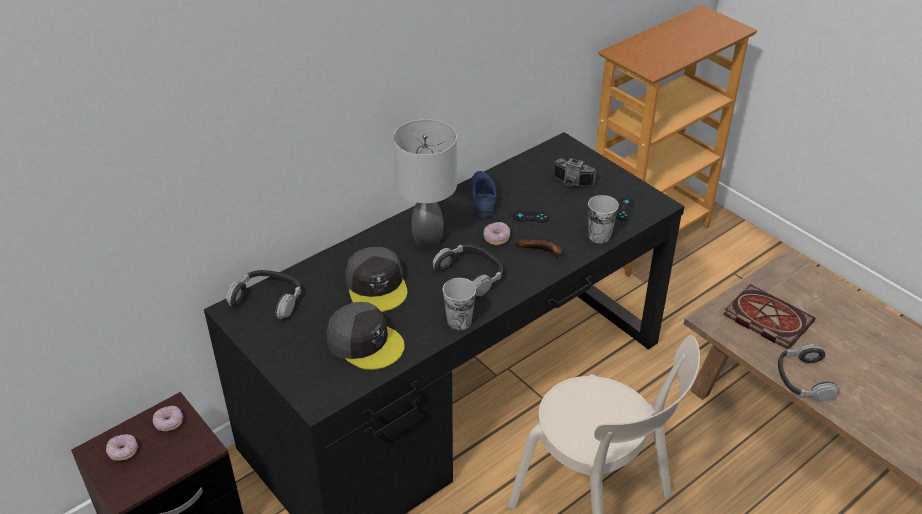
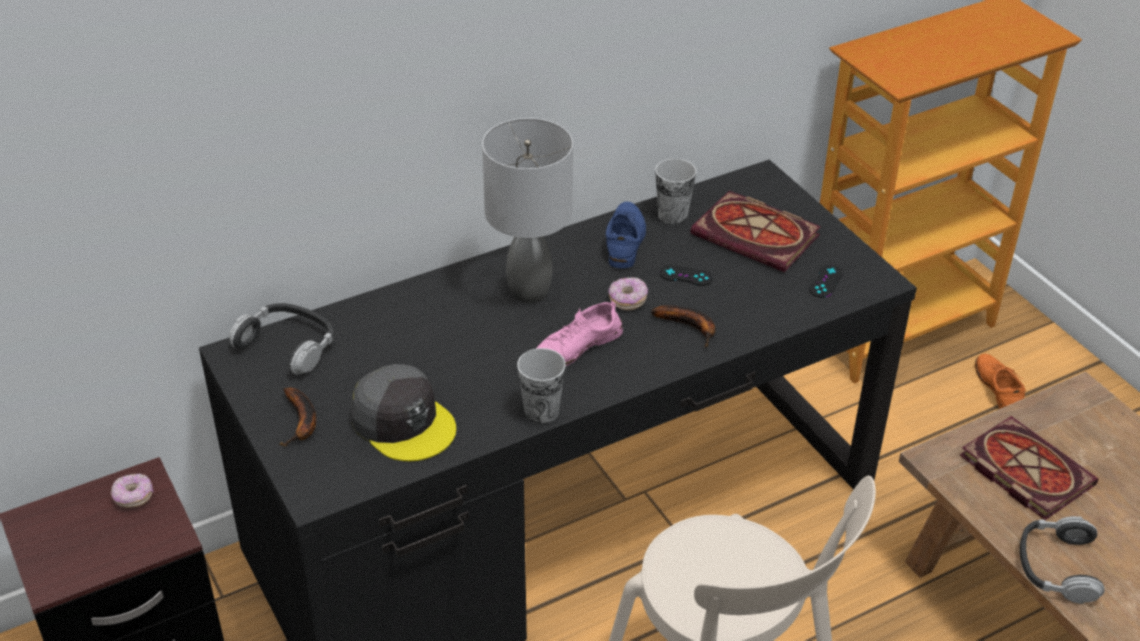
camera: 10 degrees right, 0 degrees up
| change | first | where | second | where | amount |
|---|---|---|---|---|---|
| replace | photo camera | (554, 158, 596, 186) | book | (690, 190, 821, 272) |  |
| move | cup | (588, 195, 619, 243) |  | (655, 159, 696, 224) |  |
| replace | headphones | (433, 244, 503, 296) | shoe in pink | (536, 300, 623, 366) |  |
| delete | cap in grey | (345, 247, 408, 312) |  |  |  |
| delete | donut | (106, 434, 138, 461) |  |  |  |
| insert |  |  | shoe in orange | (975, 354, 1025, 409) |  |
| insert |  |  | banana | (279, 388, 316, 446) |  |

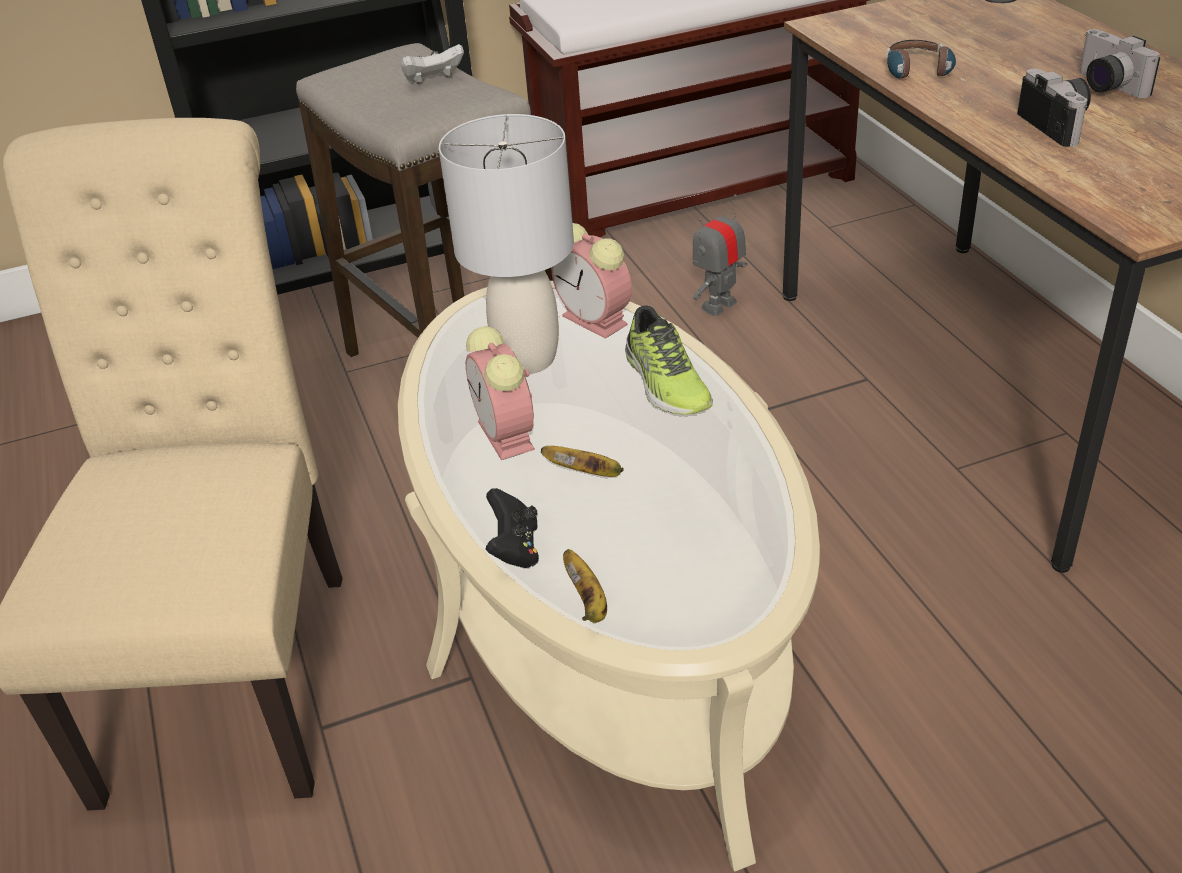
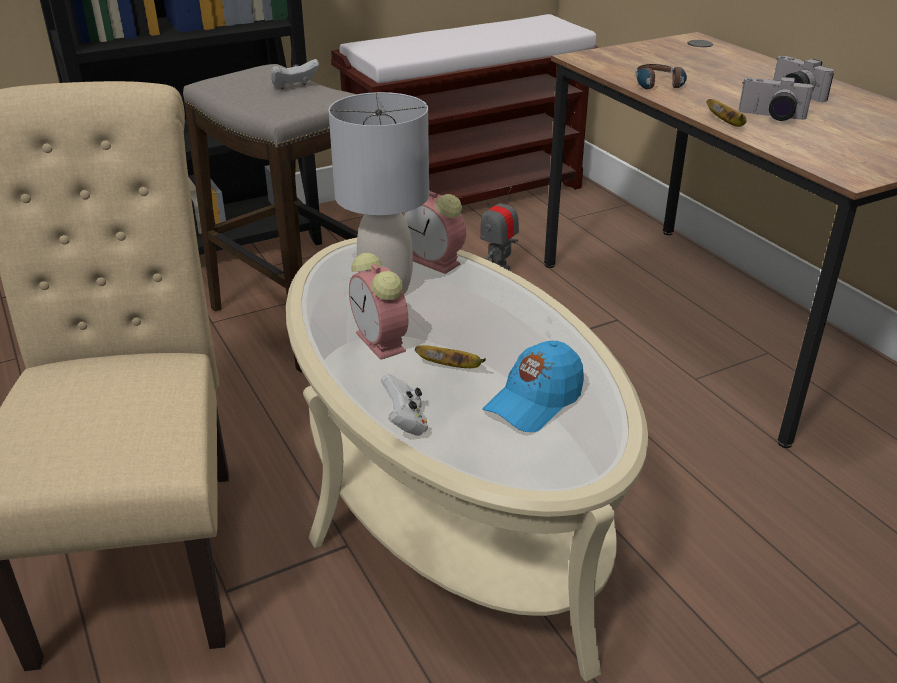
camera: 10 degrees left, 5 degrees down
| change | first | where | second | where | amount |
|---|---|---|---|---|---|
| rotate | photo camera | (1017, 69, 1091, 147) |  | (739, 76, 814, 121) | 135 degrees clockwise |
| delete | shoe | (625, 306, 713, 415) |  |  |  |
| recolor | game controller in black | (486, 488, 539, 568) | game controller in white | (381, 374, 428, 436) |  |
| move | banana | (563, 549, 607, 623) |  | (706, 99, 746, 127) |  |
| insert |  |  | cap in blue | (483, 341, 584, 432) |  |

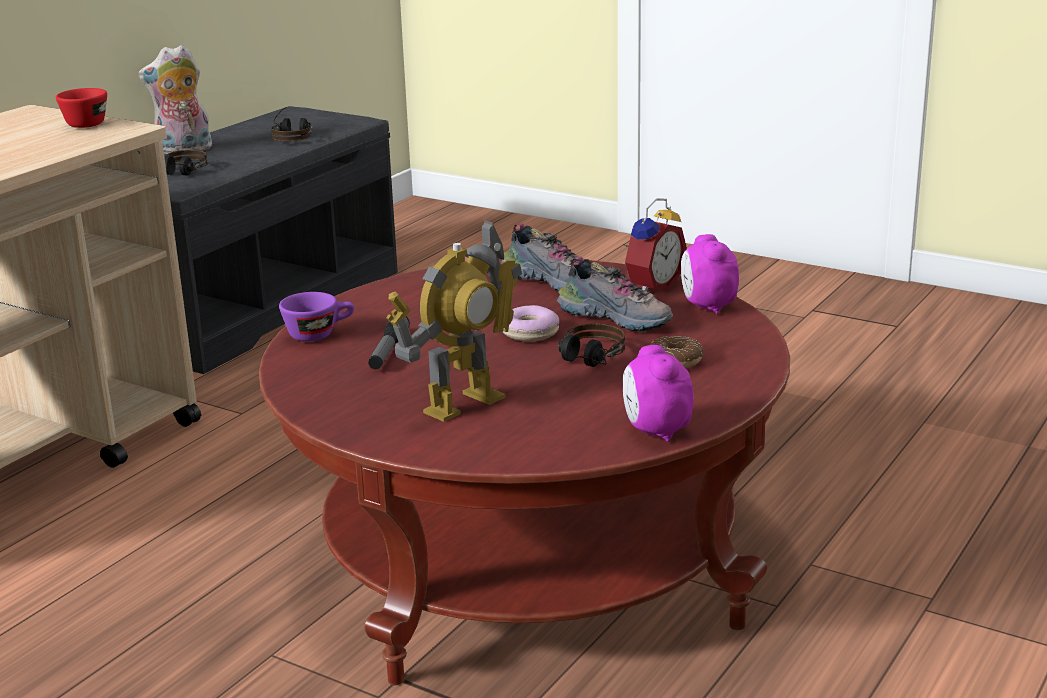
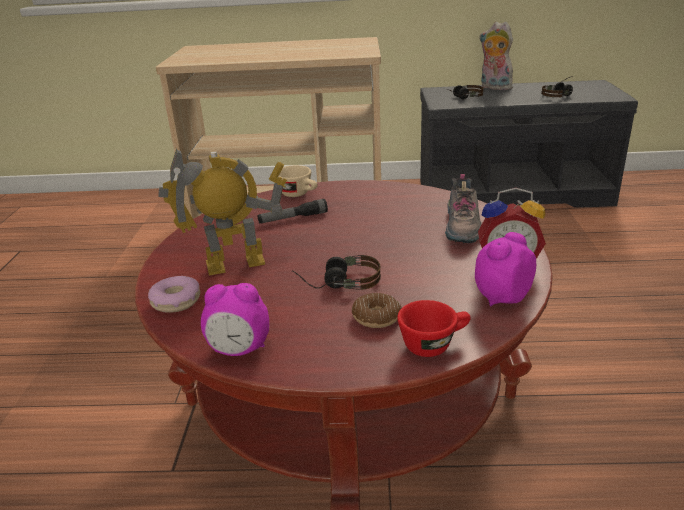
camera: 60 degrees right, 5 degrees up
| change | first | where | second | where | amount |
|---|---|---|---|---|---|
| move | cup in red | (56, 88, 107, 128) |  | (397, 300, 471, 357) |  |
| rotate | toy robot | (386, 220, 522, 422) |  | (159, 148, 287, 276) | 150 degrees clockwise |
| delete | shoe | (557, 257, 673, 332) |  |  |  |
| recolor | cup in purple | (279, 292, 354, 342) | cup in beige | (278, 165, 318, 197) |  |
| move | donut | (503, 305, 559, 342) |  | (148, 276, 200, 313) |  |
| rotate | alarm clock | (623, 345, 694, 442) |  | (201, 283, 269, 356) | 135 degrees counterclockwise |

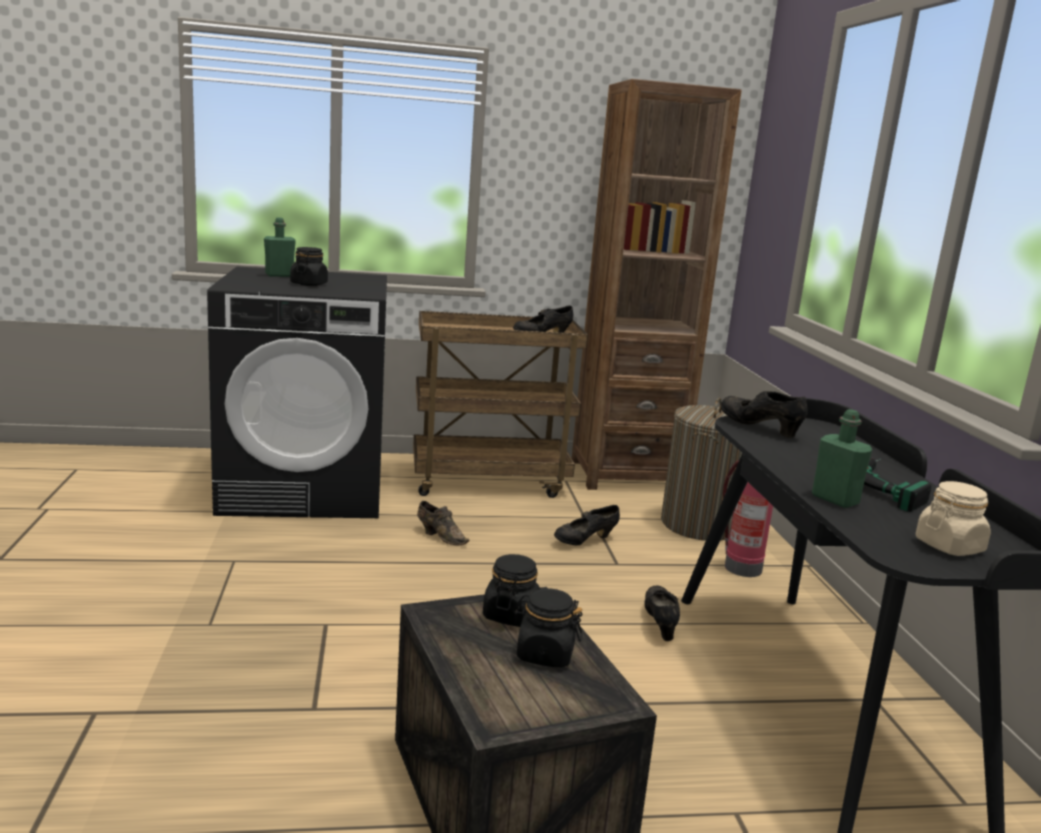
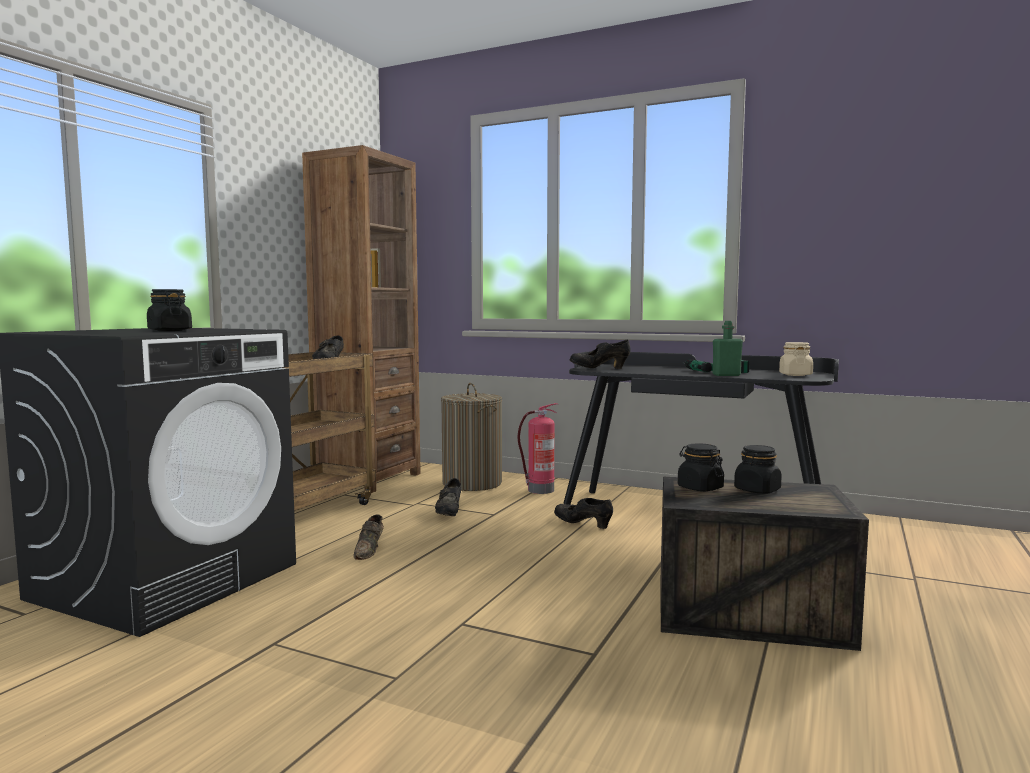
camera: 55 degrees left, 10 degrees down
| change | first | where | second | where | amount |
|---|---|---|---|---|---|
| delete | bottle in green | (264, 218, 296, 277) |  |  |  |
| rotate | shoe in brown | (417, 501, 469, 545) |  | (353, 515, 384, 560) | 120 degrees clockwise |

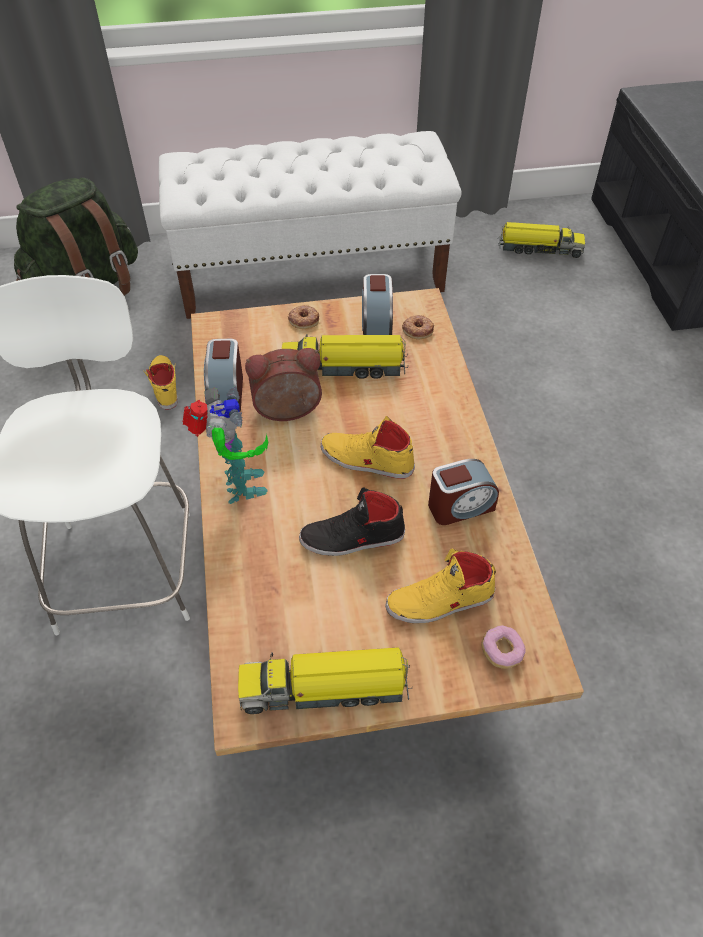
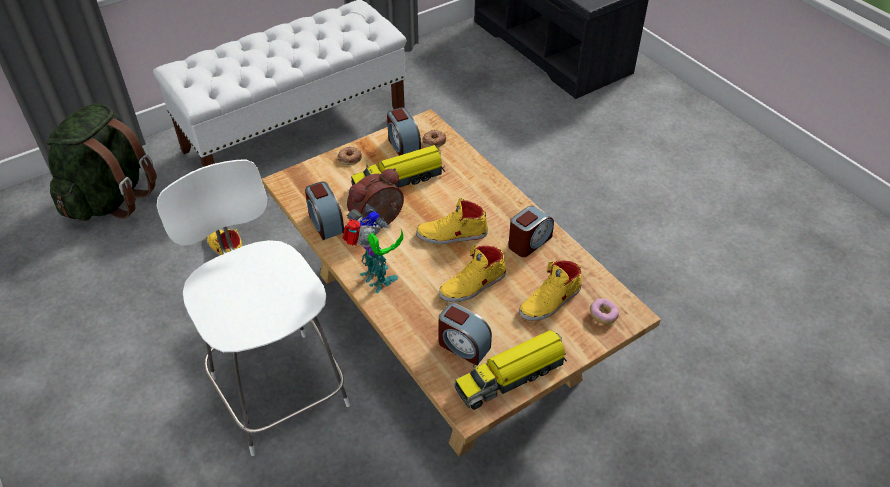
camera: 25 degrees left, 5 degrees down
| change | first | where | second | where | amount |
|---|---|---|---|---|---|
| delete | toy truck | (498, 222, 585, 258) |  |  |  |
| recolor | shoe in black | (299, 487, 405, 556) | shoe in yellow | (439, 246, 506, 302) |  |
| insert |  |  | alarm clock | (439, 303, 492, 366) |  |

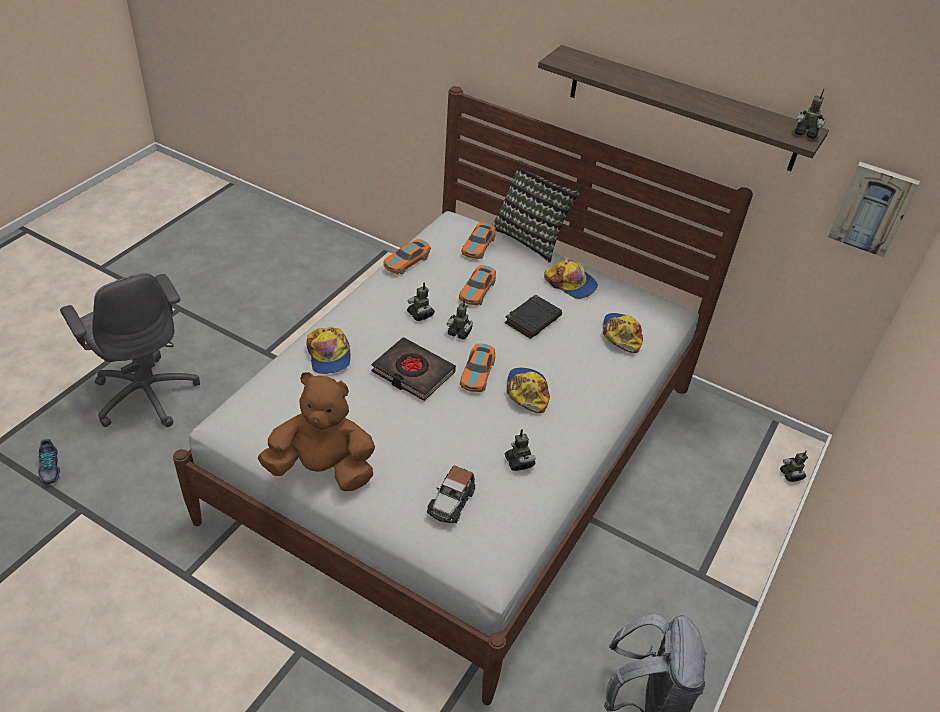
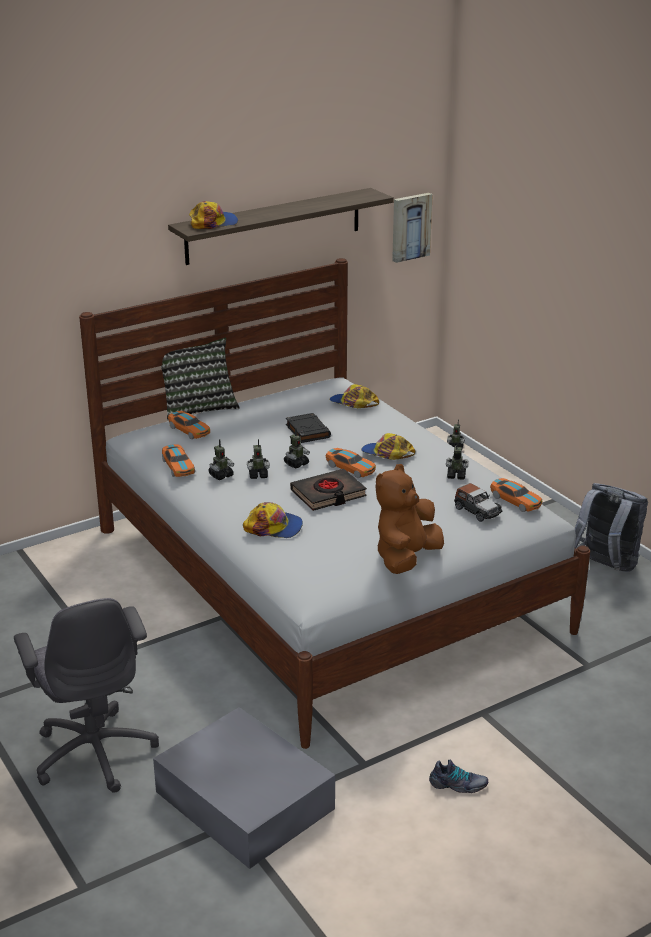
camera: 60 degrees left, 15 degrees down
| change | first | where | second | where | amount |
|---|---|---|---|---|---|
| move | toy robot | (795, 89, 826, 139) |  | (208, 439, 234, 480) |  |
| move | cap | (544, 259, 598, 299) |  | (189, 201, 238, 229) |  |
| move | toy car | (459, 265, 496, 306) |  | (490, 478, 542, 512) |  |
| rotate | office chair in grey | (60, 273, 200, 427) |  | (14, 598, 159, 793) | 75 degrees clockwise |
| move | shoe | (38, 439, 60, 484) |  | (429, 759, 488, 793) |  |
| insert |  |  | storage box in grey | (153, 707, 335, 869) |  |

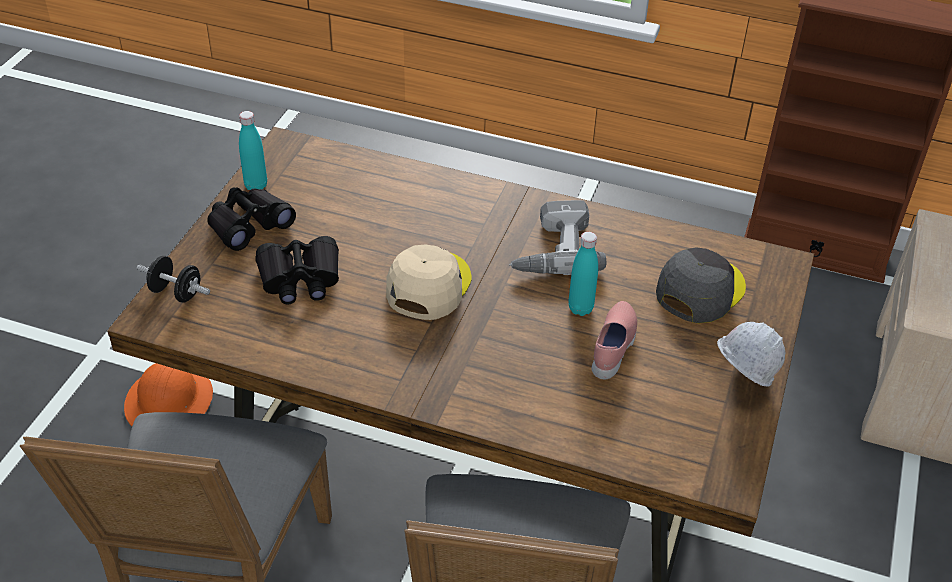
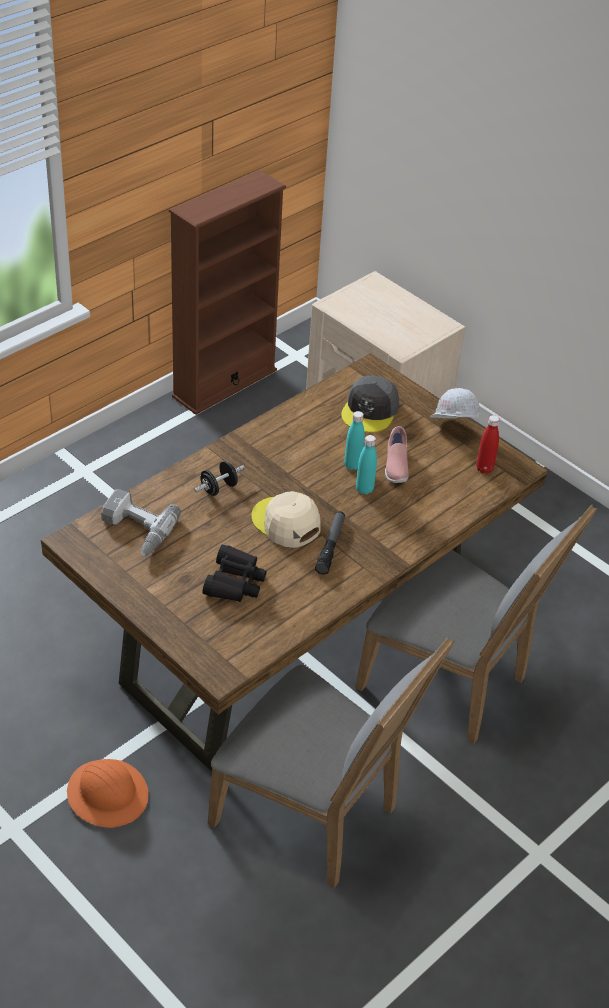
camera: 65 degrees left, 0 degrees up
| change | first | where | second | where | amount |
|---|---|---|---|---|---|
| move | bottle in turquoise | (239, 111, 267, 190) |  | (356, 435, 377, 494) |  |
| delete | binoculars in black | (207, 187, 296, 251) |  |  |  |
| move | power drill | (509, 200, 607, 275) |  | (101, 489, 181, 556) |  |
| rotate | cap in grey | (656, 247, 746, 323) |  | (341, 375, 399, 433) | 135 degrees counterclockwise |
| move | dumbbell in black | (137, 256, 210, 303) |  | (194, 461, 245, 496) |  |
| rotate | shoe in pink | (592, 301, 637, 379) |  | (385, 426, 409, 483) | 135 degrees counterclockwise |
| insert |  |  | bottle in red | (476, 415, 500, 474) |  |
| insert |  |  | flashlight | (315, 511, 345, 575) |  |

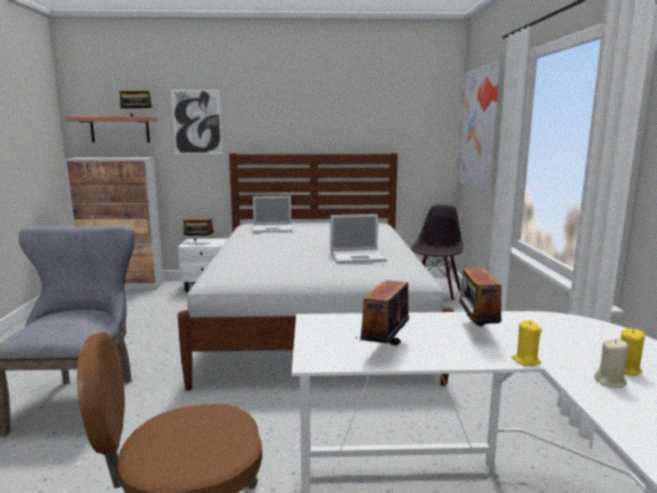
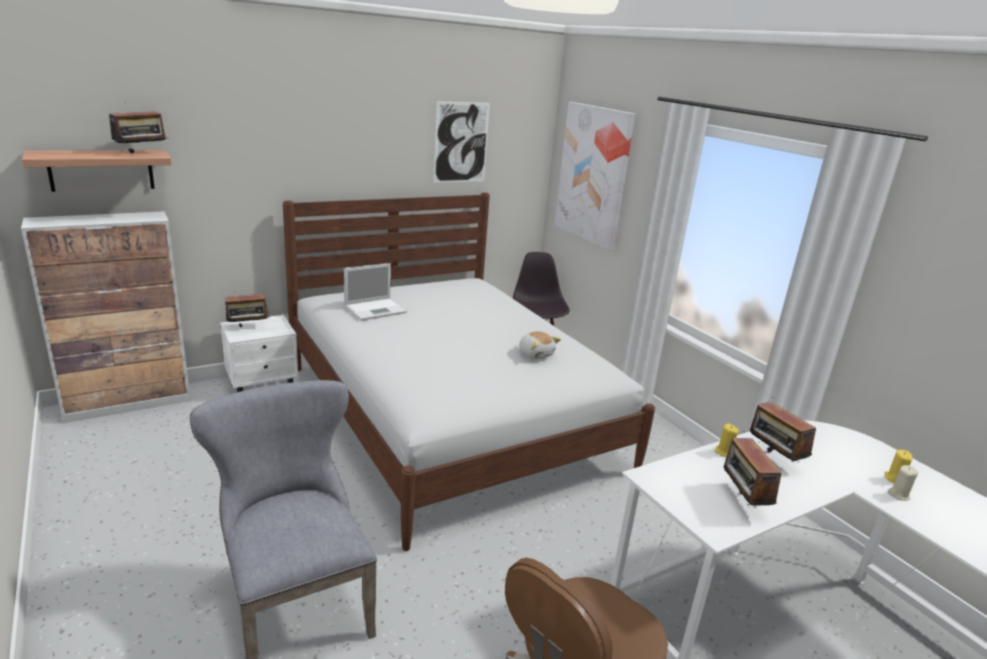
camera: 30 degrees left, 10 degrees up
| change | first | where | second | where | amount |
|---|---|---|---|---|---|
| move | picture | (171, 89, 222, 154) |  | (433, 101, 490, 183) |  |
| replace | laptop | (330, 214, 387, 263) | plush toy | (519, 331, 561, 359) |  |
| move | candle in yellow | (511, 320, 542, 366) |  | (714, 424, 739, 457) |  |

